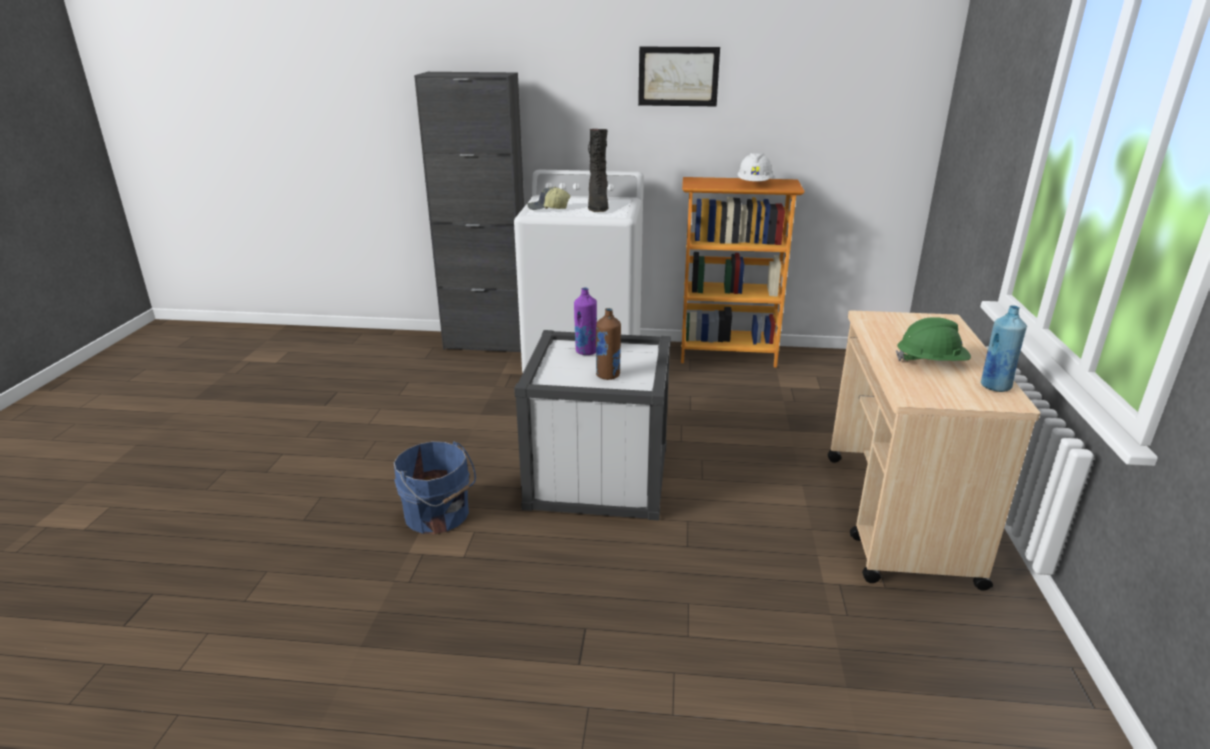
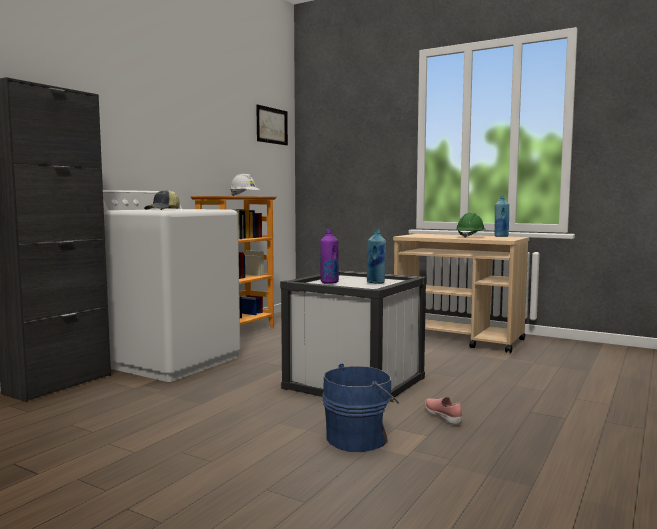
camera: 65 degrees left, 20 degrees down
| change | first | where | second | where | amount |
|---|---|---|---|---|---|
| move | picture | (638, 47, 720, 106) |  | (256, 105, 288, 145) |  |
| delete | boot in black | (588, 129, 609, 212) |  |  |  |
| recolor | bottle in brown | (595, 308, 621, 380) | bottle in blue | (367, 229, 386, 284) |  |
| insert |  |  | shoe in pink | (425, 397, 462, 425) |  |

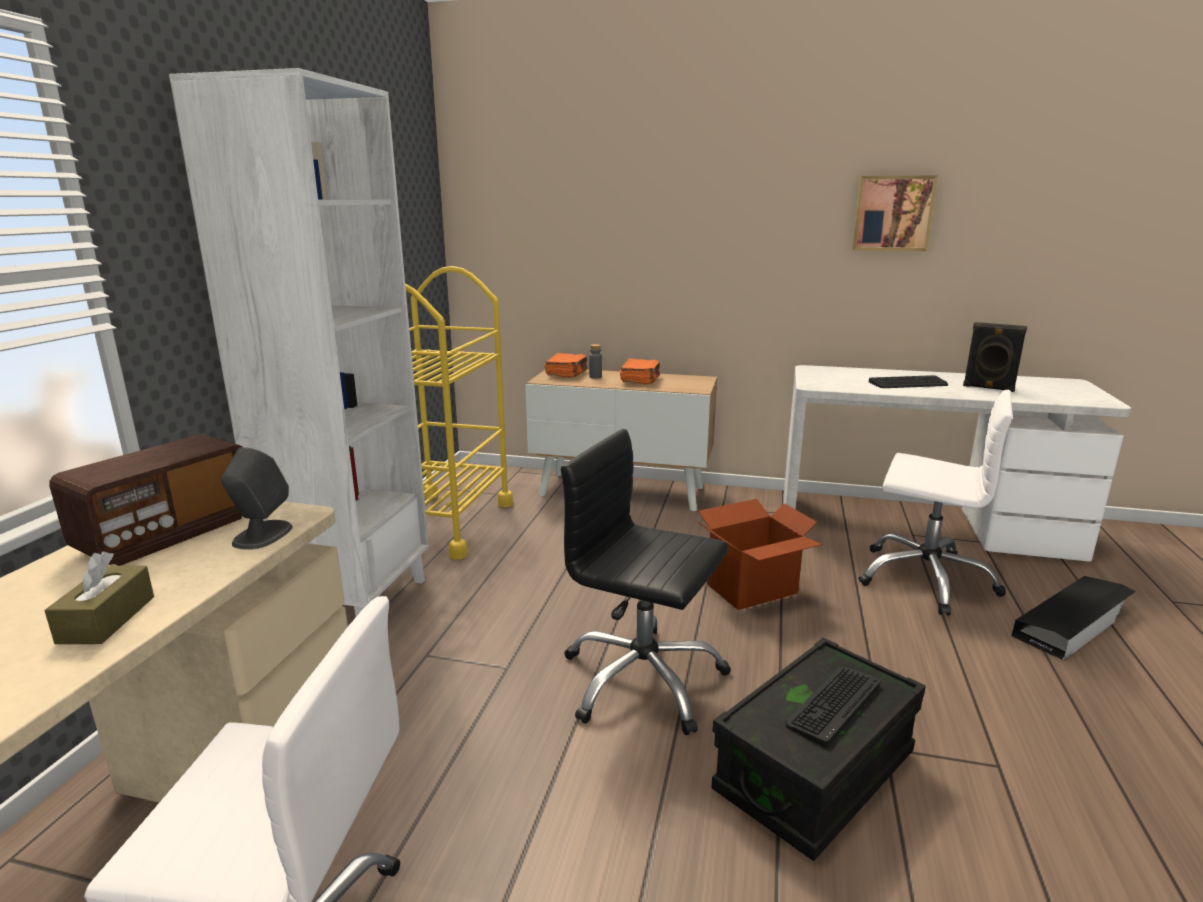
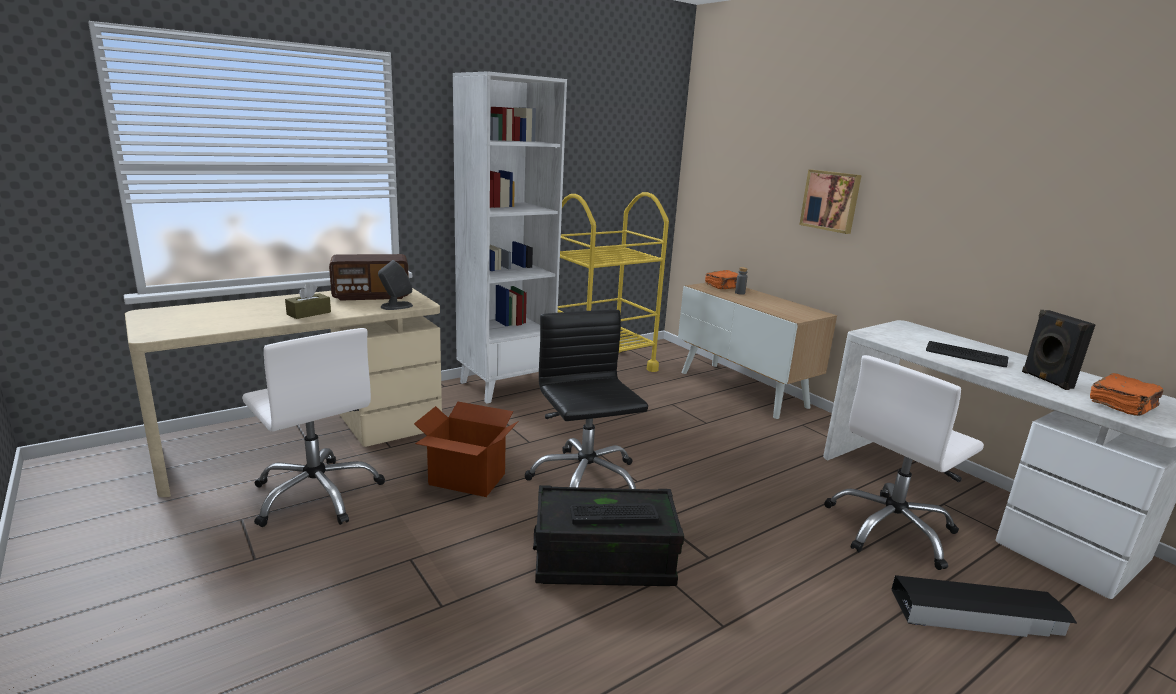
camera: 40 degrees right, 0 degrees up
| change | first | where | second | where | amount |
|---|---|---|---|---|---|
| move | picture | (852, 176, 938, 251) |  | (799, 170, 862, 234) |  |
| move | book in orange | (620, 358, 660, 384) |  | (1090, 373, 1164, 416) |  |
| rotate | office chair in white | (859, 390, 1013, 616) |  | (824, 355, 984, 570) | 75 degrees clockwise |
| move | cardboard box | (697, 499, 822, 610) |  | (414, 402, 519, 497) |  |

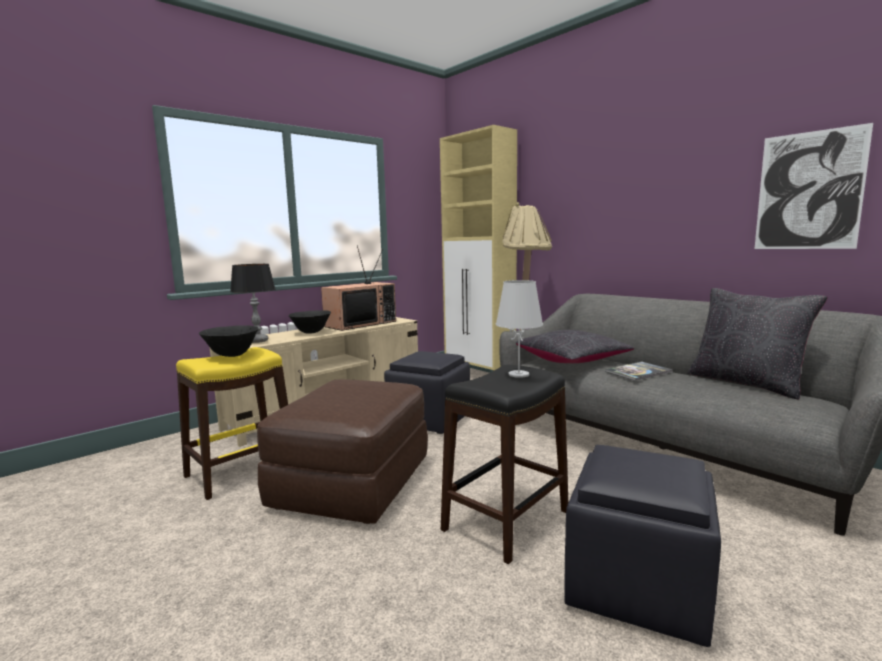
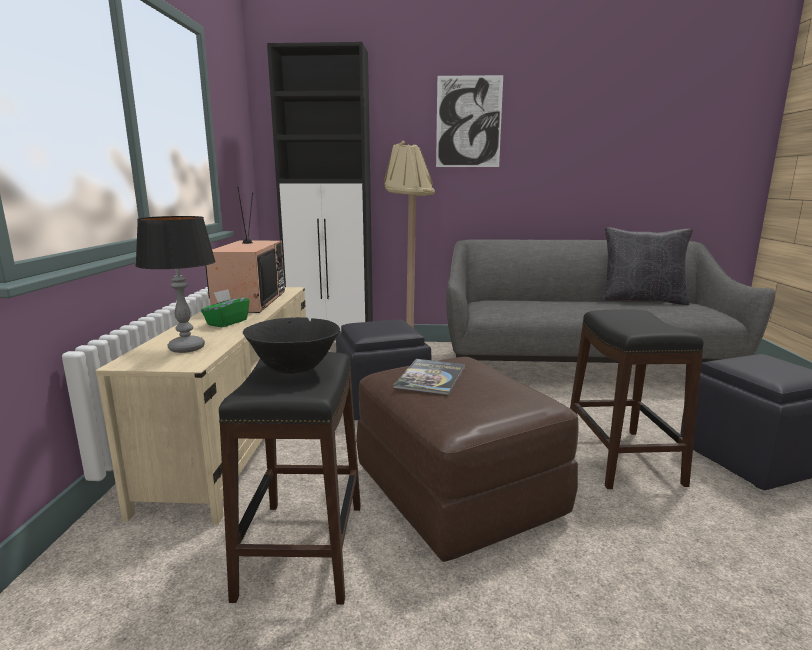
camera: 45 degrees left, 5 degrees up
| change | first | where | second | where | amount |
|---|---|---|---|---|---|
| move | picture | (755, 123, 873, 249) |  | (436, 75, 503, 167) |  |
| recolor | cabinet in beige | (440, 125, 517, 371) | cabinet in black | (267, 42, 373, 332) |  |
| delete | table lamp in white | (496, 280, 543, 378) |  |  |  |
| replace | bowl in black | (289, 310, 331, 334) | tissue box in green | (201, 289, 250, 327) |  |
| delete | pillow in black | (516, 330, 634, 363) |  |  |  |
| recolor | stool in yellow | (176, 347, 288, 500) | stool in black | (219, 352, 361, 605) |  |
| move | book | (605, 362, 673, 381) |  | (393, 359, 465, 395) |  |

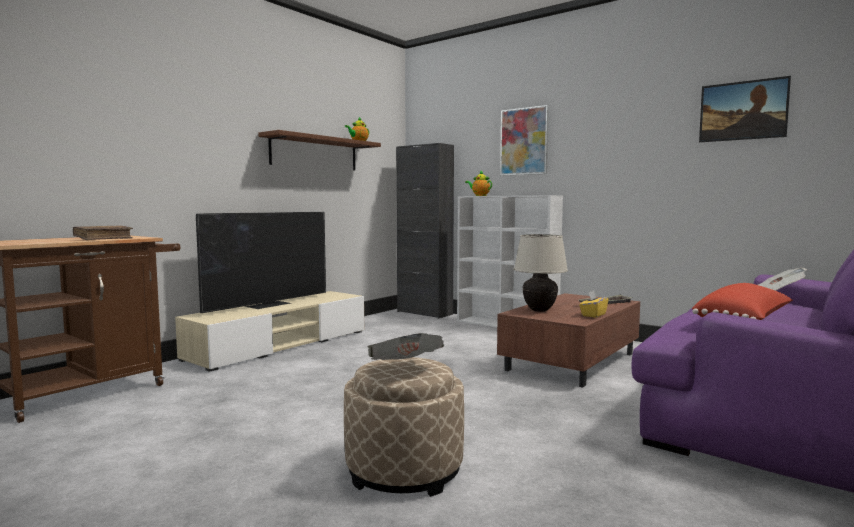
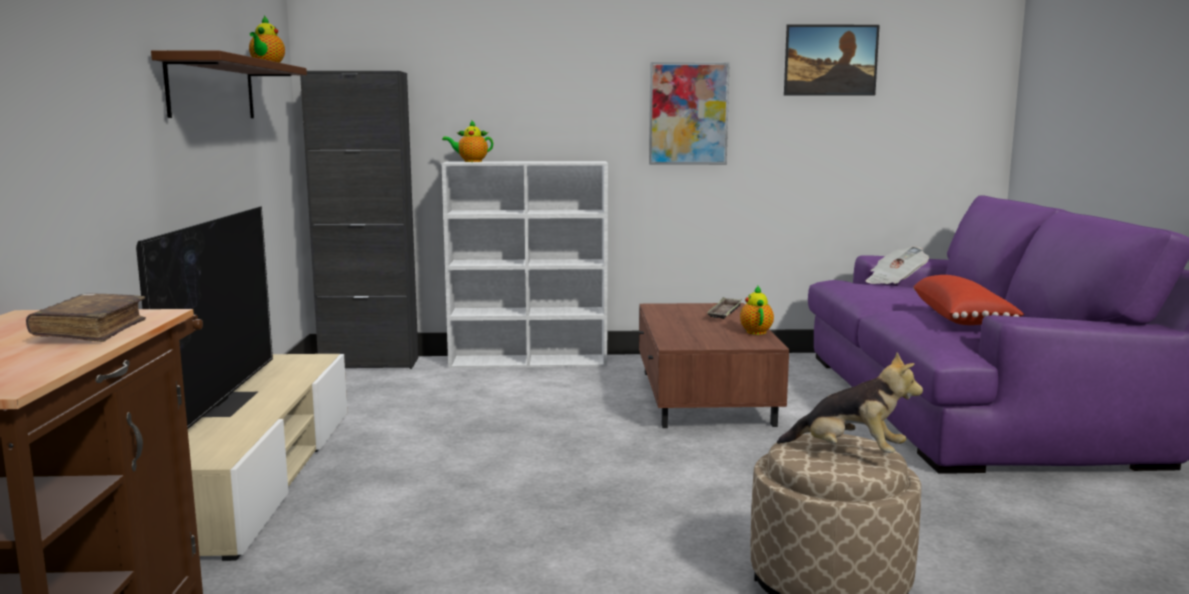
camera: 40 degrees left, 5 degrees up
| change | first | where | second | where | amount |
|---|---|---|---|---|---|
| move | picture | (500, 105, 549, 176) |  | (649, 62, 730, 165) |  |
| delete | table lamp in beige | (514, 234, 568, 312) |  |  |  |
| replace | tissue box in yellow | (579, 291, 608, 318) | teapot | (740, 286, 774, 335) |  |
| replace | newspaper | (367, 333, 444, 360) | plush toy | (777, 353, 923, 453) |  |

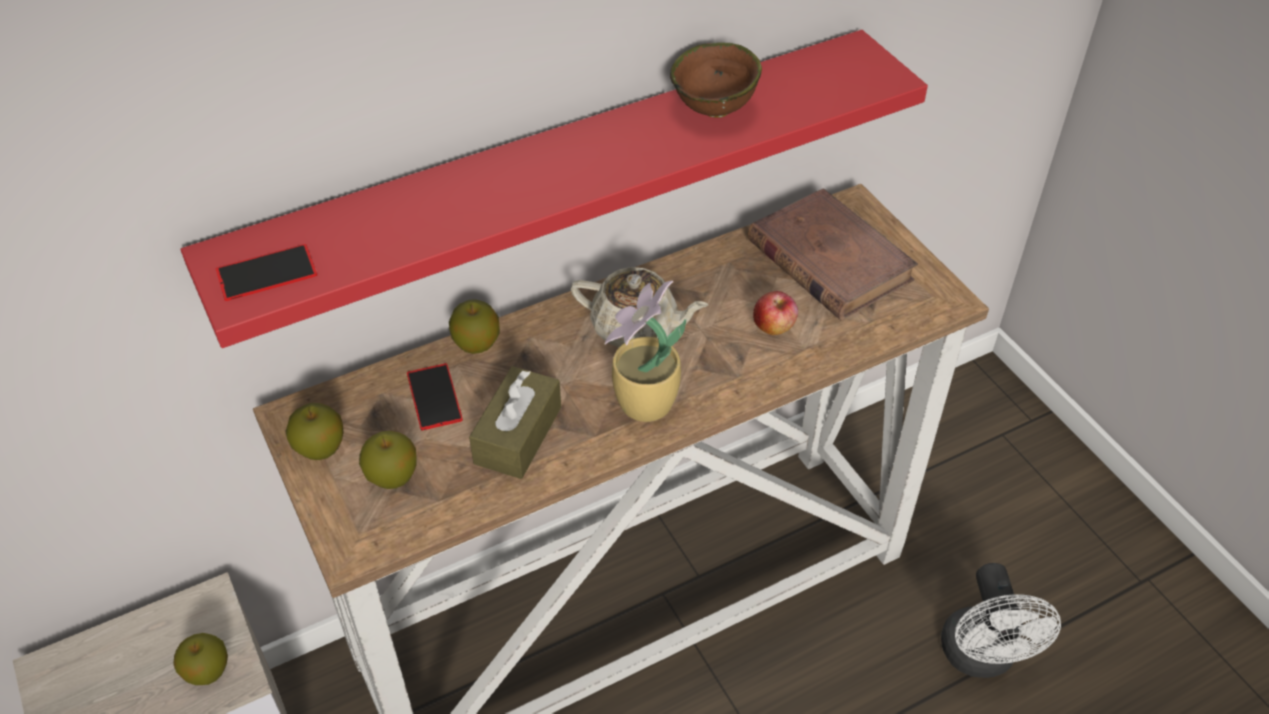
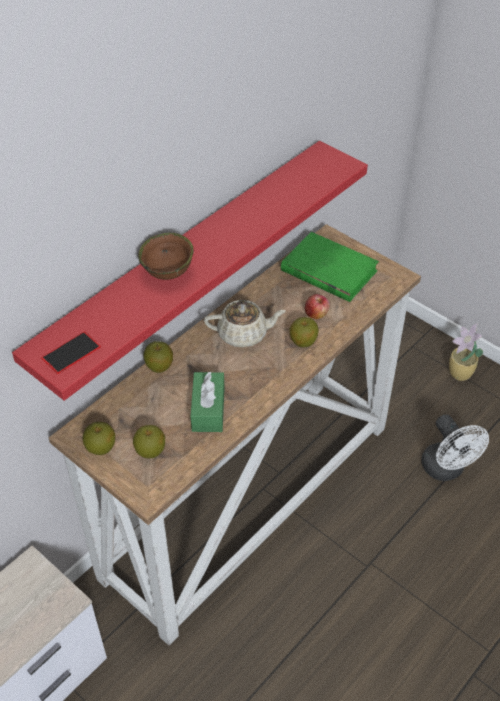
camera: 20 degrees left, 0 degrees up
| change | first | where | second | where | amount |
|---|---|---|---|---|---|
| move | bowl in brown | (670, 43, 762, 118) |  | (138, 233, 194, 280) |  |
| recolor | book in brown | (748, 188, 918, 321) | book in green | (281, 232, 379, 302) |  |
| move | potted plant | (604, 281, 686, 422) |  | (449, 324, 483, 381) |  |
| delete | phone | (407, 363, 463, 431) |  |  |  |
| recolor | tissue box in brown | (469, 366, 561, 479) | tissue box in green | (191, 371, 225, 432) |  |
| move | apple | (173, 633, 228, 685) |  | (290, 317, 319, 347) |  |

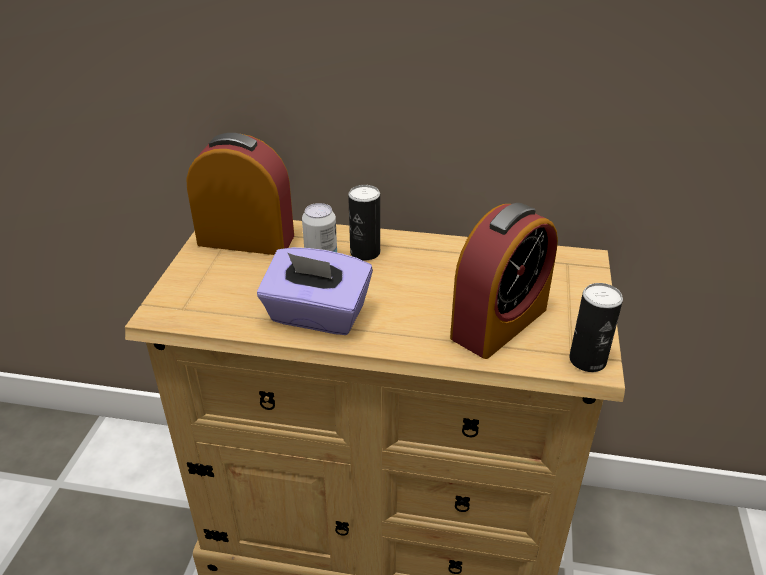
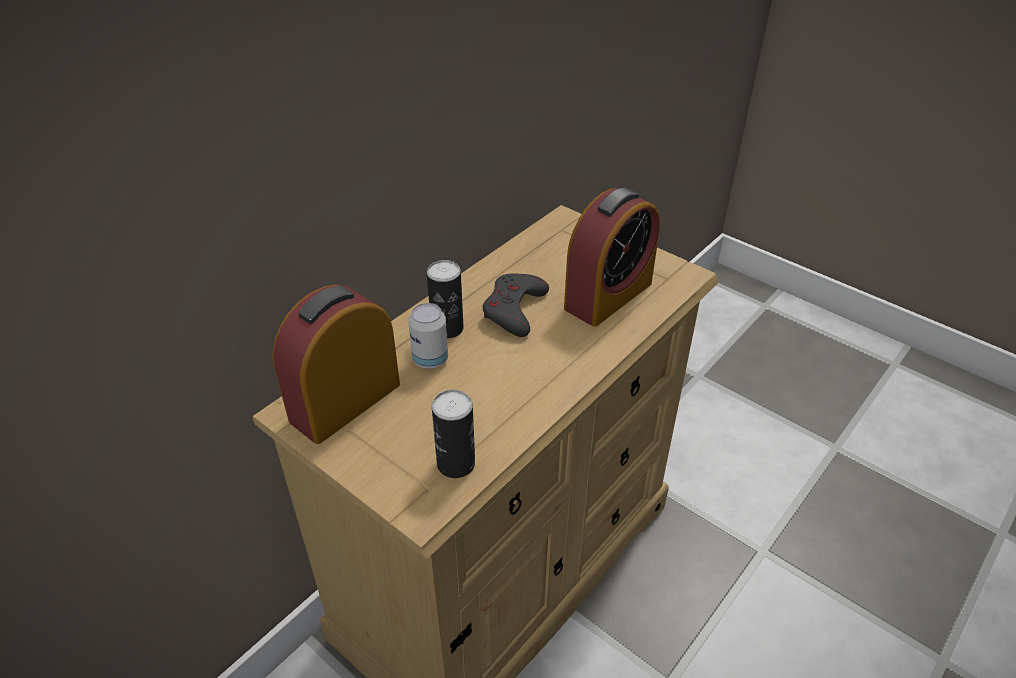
camera: 60 degrees left, 5 degrees up
| change | first | where | second | where | amount |
|---|---|---|---|---|---|
| rotate | alarm clock | (450, 203, 558, 359) |  | (564, 188, 660, 327) | 60 degrees clockwise |
| delete | tissue box in purple | (257, 247, 373, 335) |  |  |  |
| move | can | (569, 283, 623, 372) |  | (432, 390, 475, 478) |  |
| insert |  |  | game controller in grey | (483, 274, 549, 337) |  |

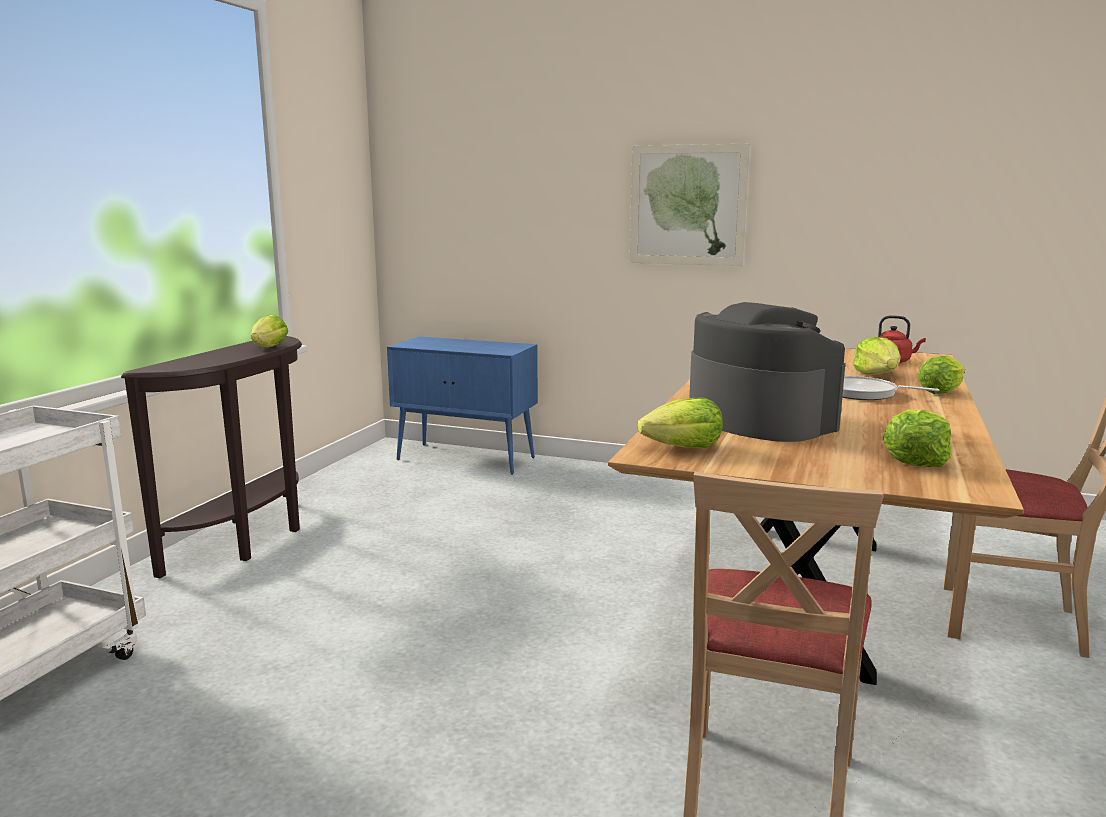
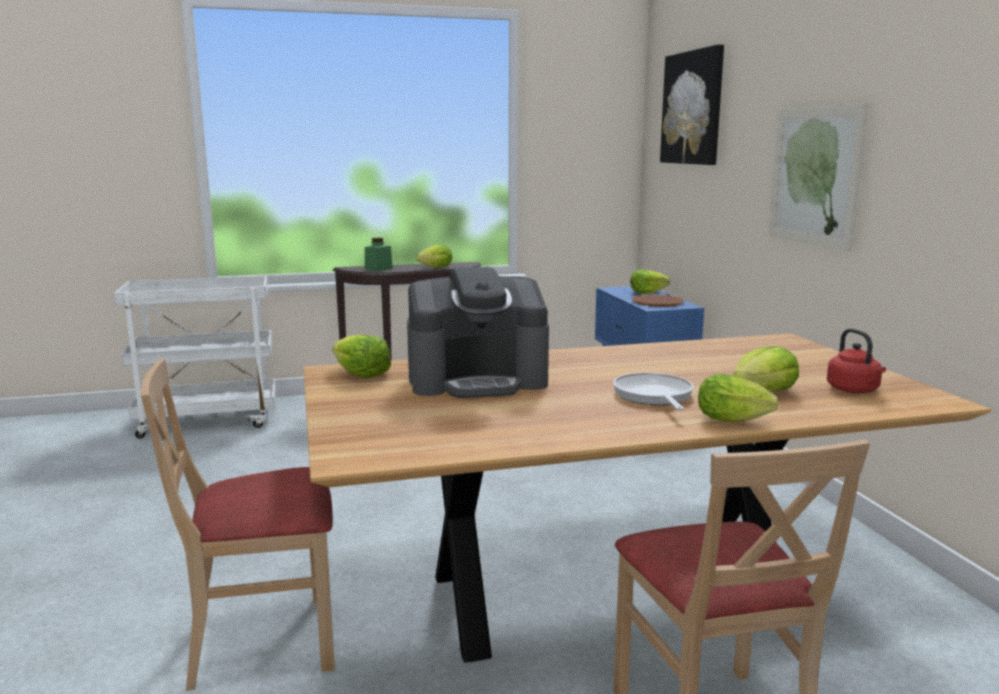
camera: 55 degrees right, 0 degrees up
| change | first | where | second | where | amount |
|---|---|---|---|---|---|
| rotate | coffee machine | (689, 302, 845, 442) |  | (407, 267, 549, 398) | 60 degrees clockwise |
| move | lettuce | (883, 410, 952, 467) |  | (630, 270, 670, 294) |  |
| insert |  |  | picture | (660, 44, 724, 165) |  |
| insert |  |  | jar in green | (365, 238, 393, 271) |  |
| insert |  |  | plate in brown | (631, 294, 684, 307) |  |

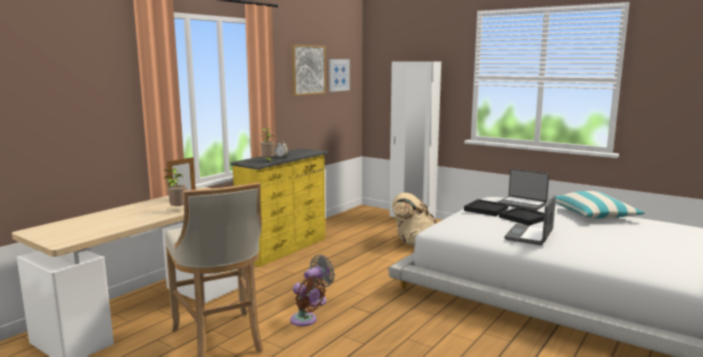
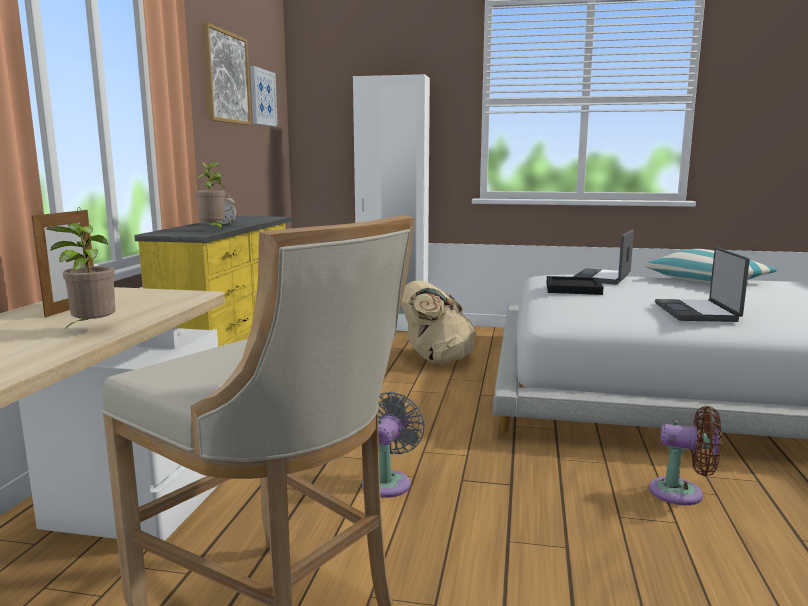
camera: 25 degrees left, 0 degrees up
| change | first | where | second | where | amount |
|---|---|---|---|---|---|
| rotate | laptop | (498, 169, 549, 211) |  | (573, 230, 634, 285) | 105 degrees clockwise |
| delete | tray in black | (499, 207, 544, 226) |  |  |  |
| move | fan in brown | (290, 276, 326, 326) |  | (649, 406, 721, 505) |  |

